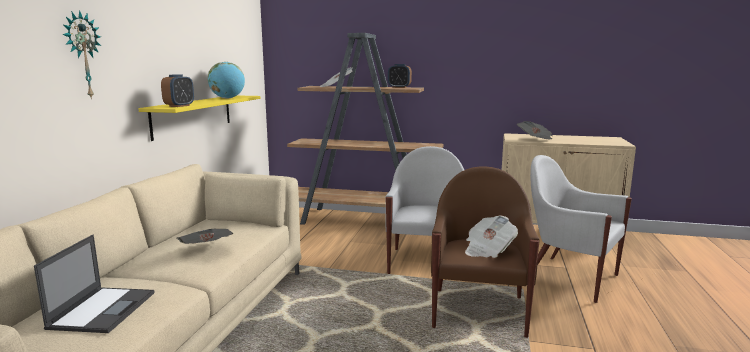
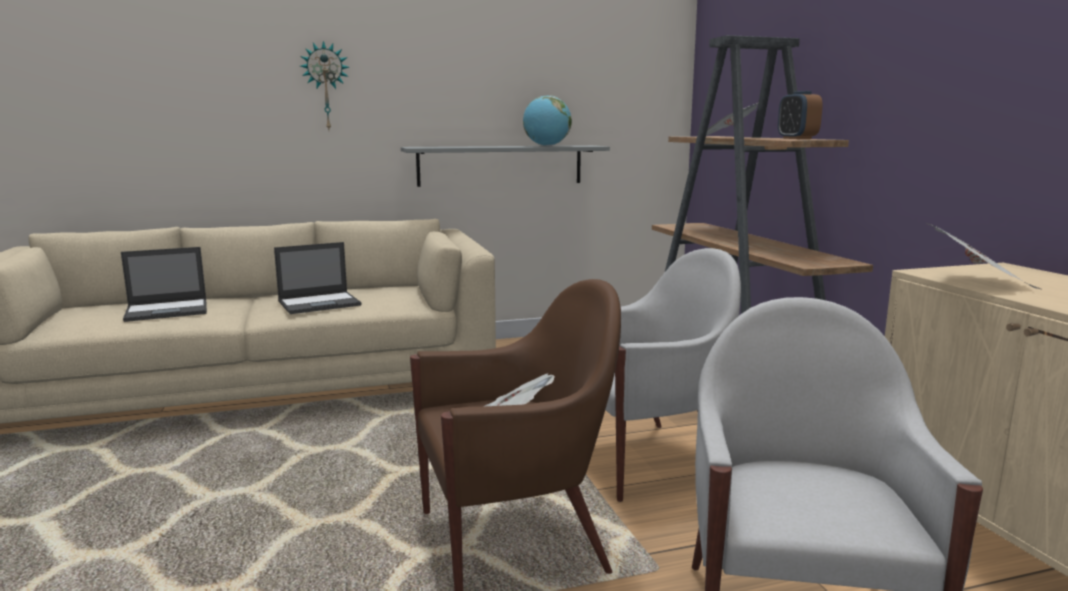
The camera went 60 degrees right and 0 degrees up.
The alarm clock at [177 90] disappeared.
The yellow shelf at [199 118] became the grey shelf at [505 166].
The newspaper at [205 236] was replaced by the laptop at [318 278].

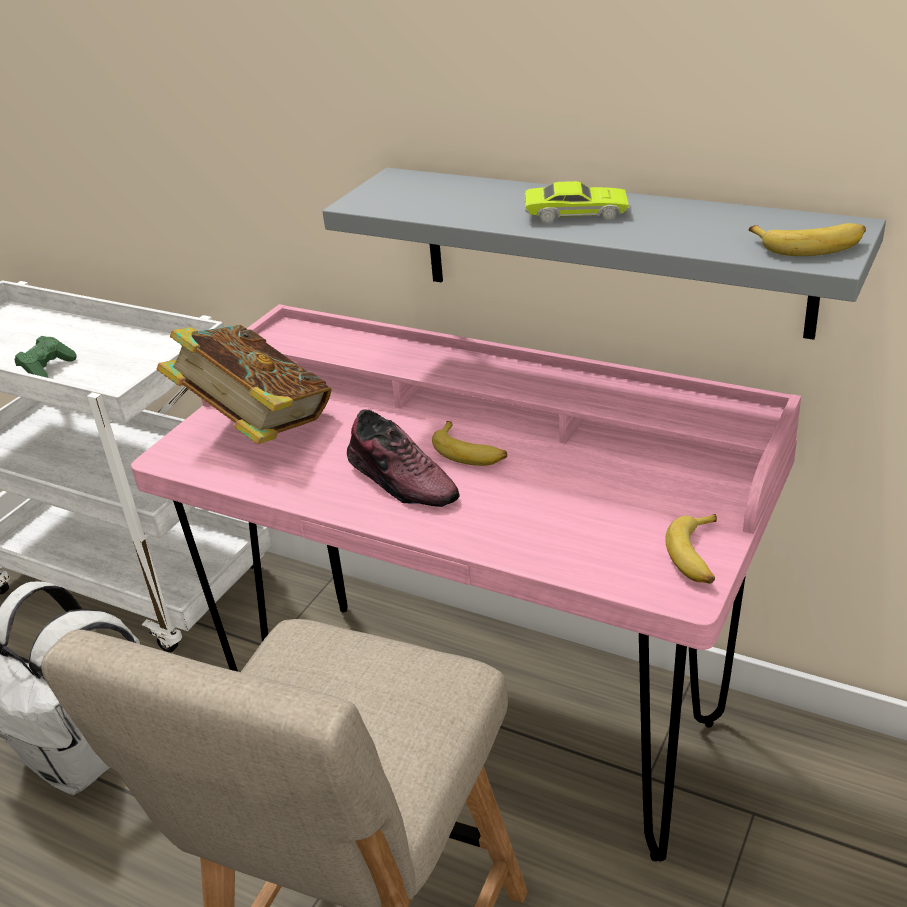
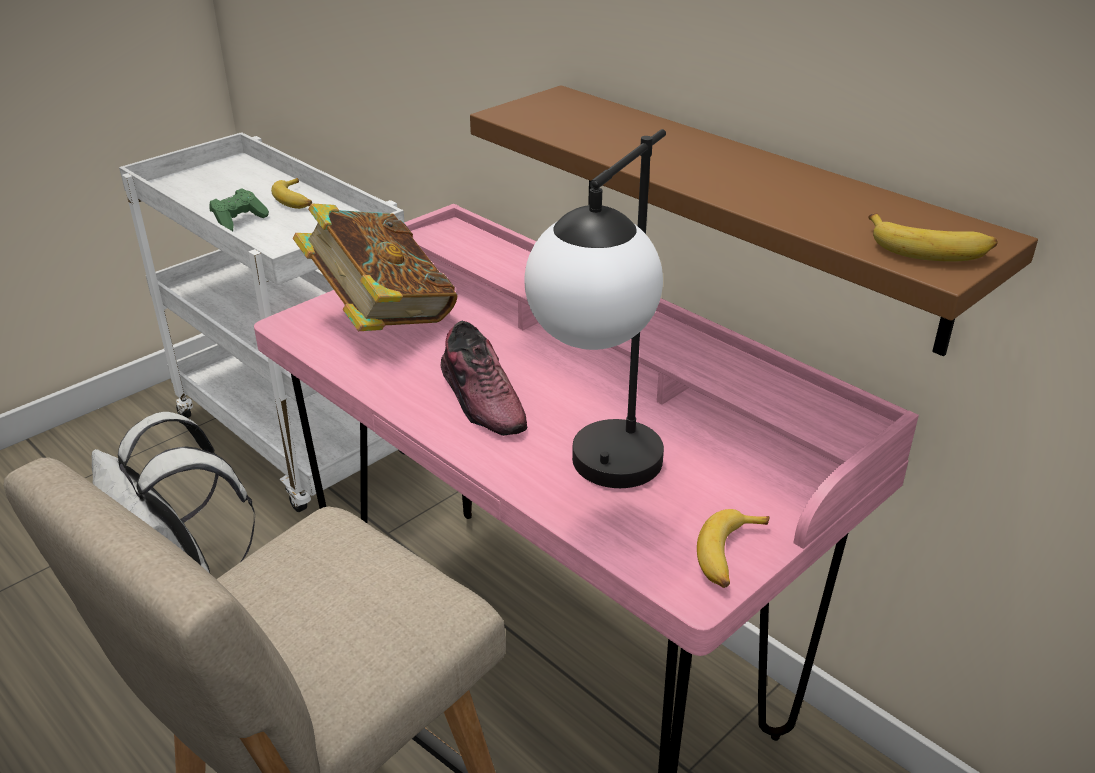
The camera went 15 degrees right and 0 degrees up.
The grey shelf at [604 254] became the brown shelf at [754 220].
The green toy car at [577 202] disappeared.
The banana moved from [469 443] to [291 193].
The table lamp at [595 308] appeared.

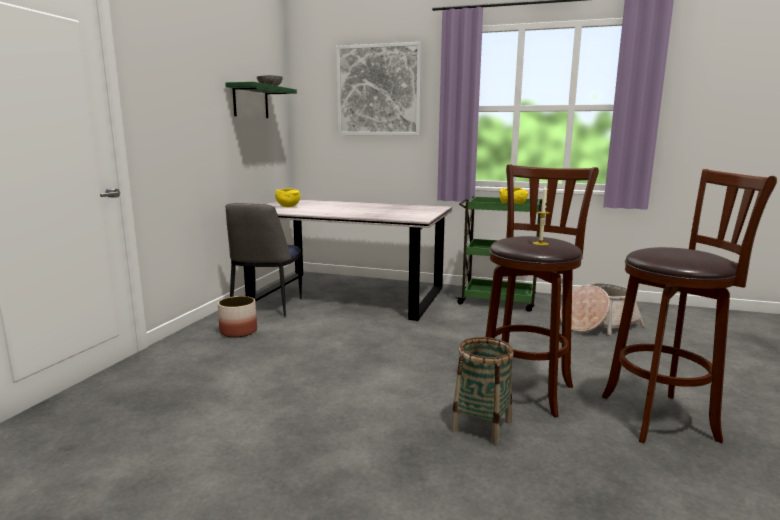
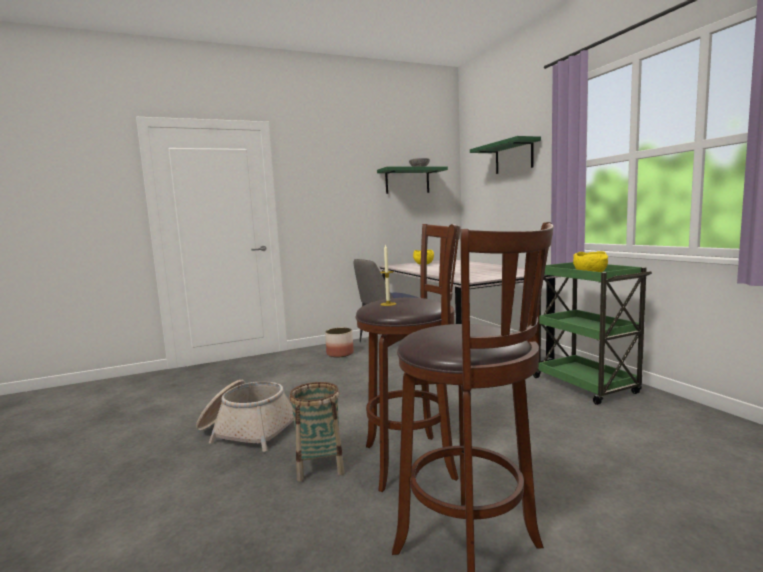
The camera went 50 degrees right and 5 degrees down.
The picture at [379 89] was replaced by the green shelf at [505 155].
The basket moved from [602 309] to [245 416].

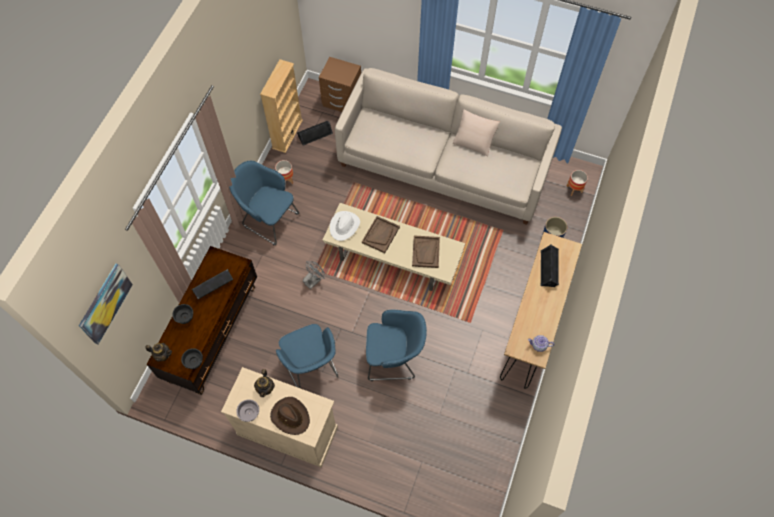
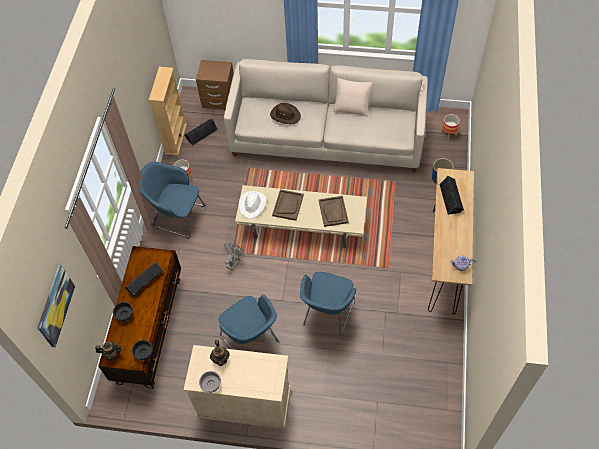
The camera went 10 degrees left and 5 degrees down.
The blue armchair at [396 345] turned 120 degrees clockwise.
The brown hat moved from [290 416] to [285 113].

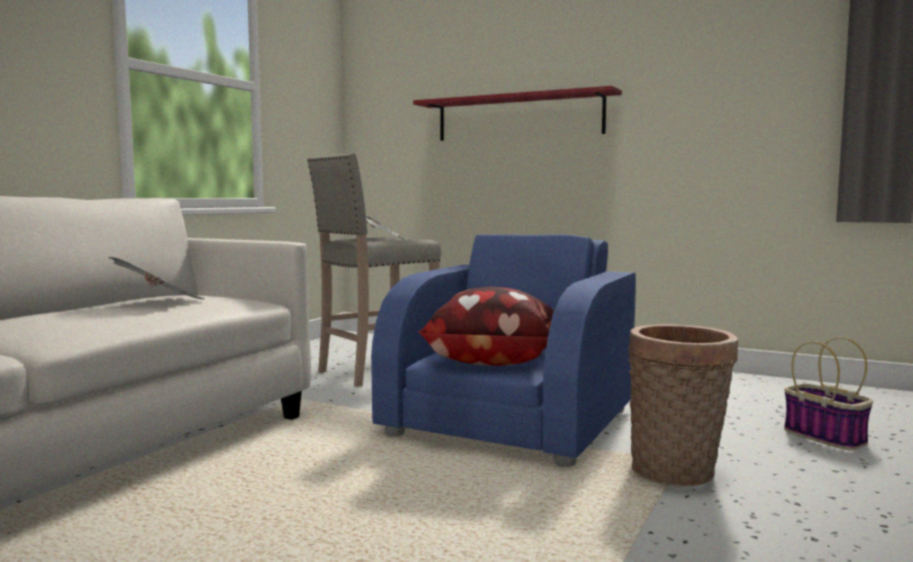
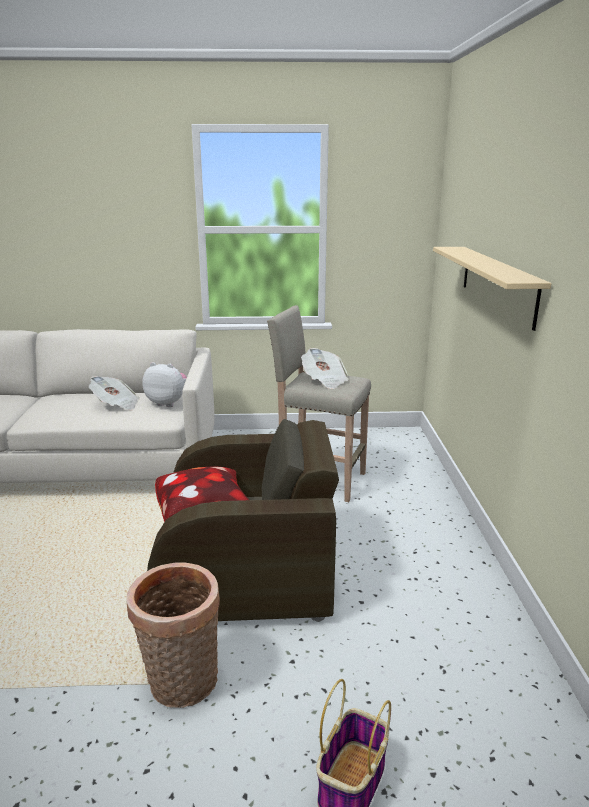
The camera went 60 degrees right and 15 degrees up.
The red shelf at [517 113] became the beige shelf at [492 289].
The blue armchair at [503 350] became the brown armchair at [243 520].
The plush toy at [164 384] appeared.

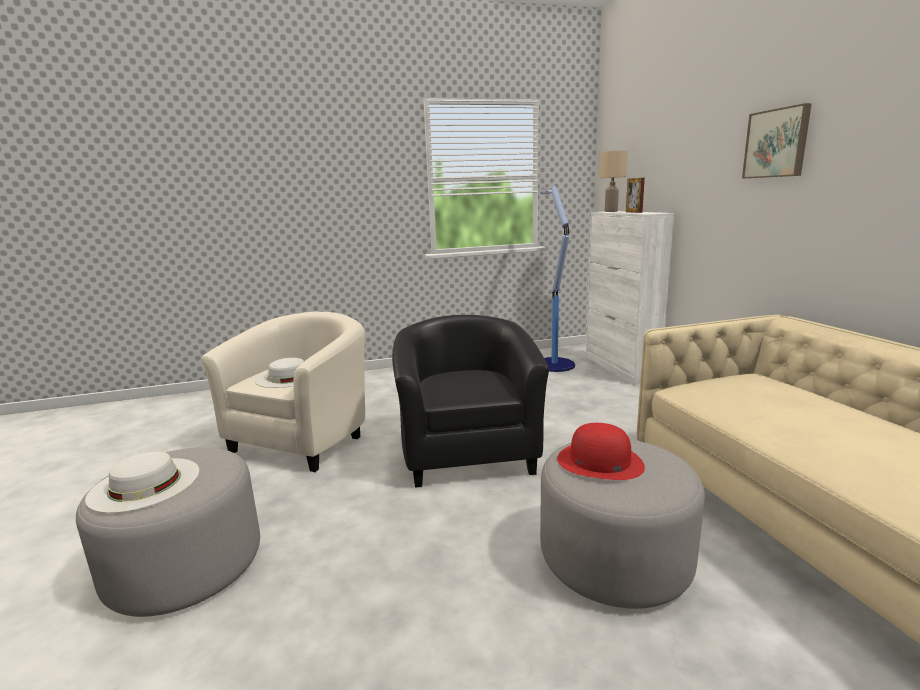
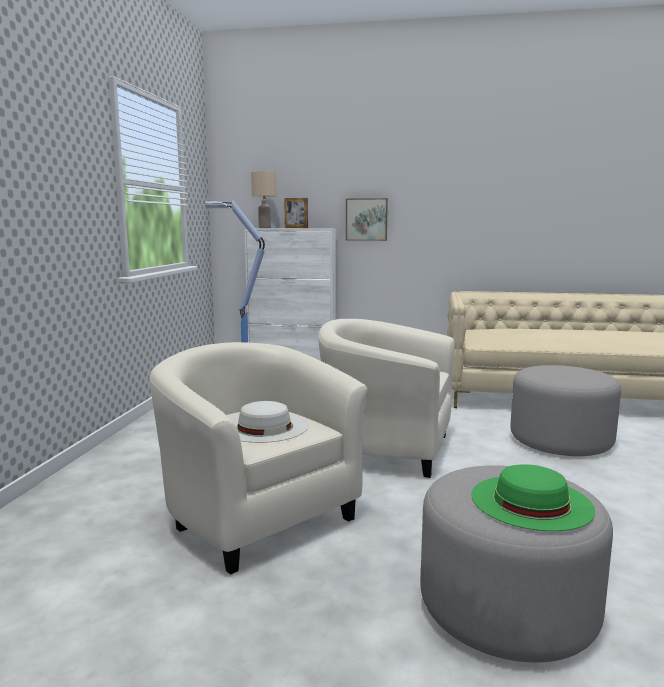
The camera went 65 degrees left and 5 degrees down.
The picture moved from [777 141] to [367 219].
The black armchair at [470 401] became the beige armchair at [386 398].
The red hat at [601 451] disappeared.
The white hat at [142 482] became the green hat at [533 497].

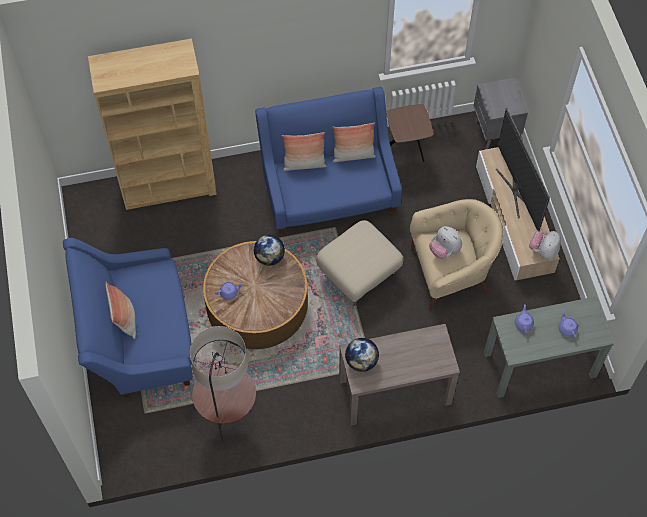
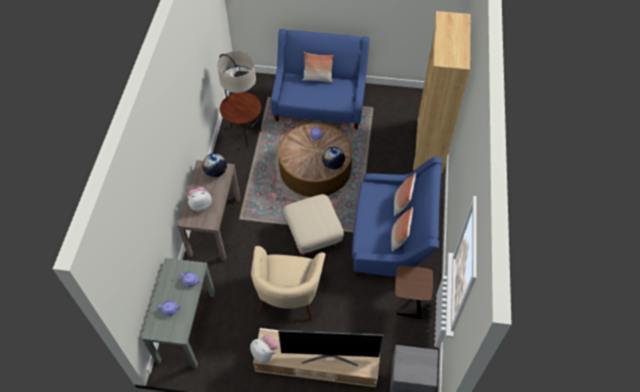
The camera went 110 degrees right and 5 degrees down.
The plush toy moved from [445 242] to [200 199].

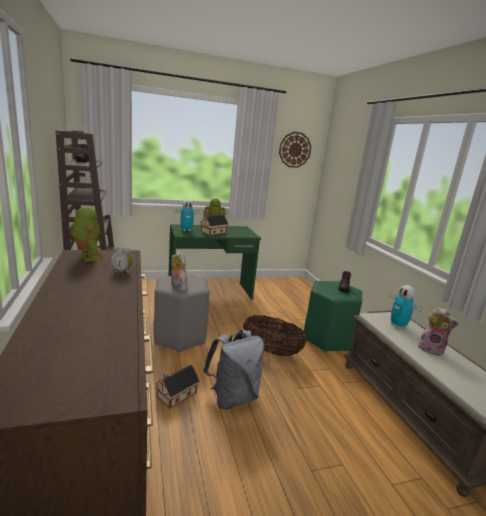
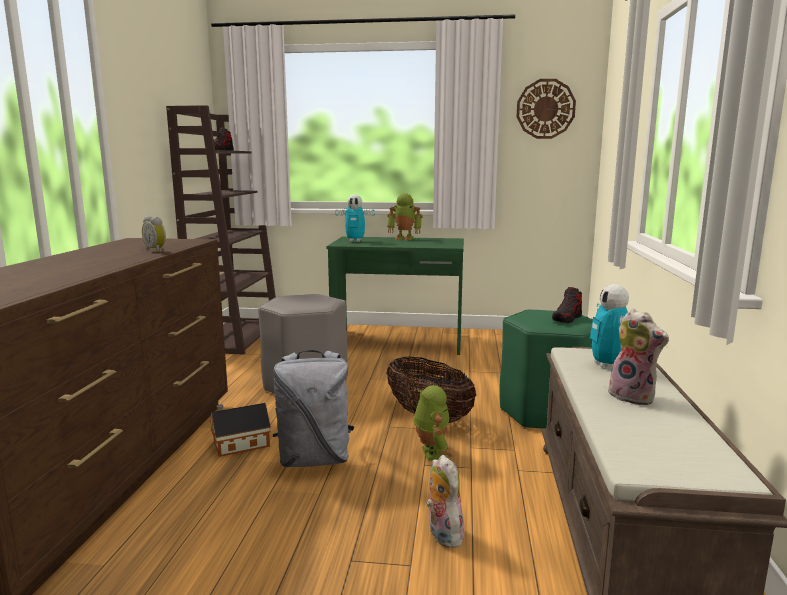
The camera went 25 degrees right and 5 degrees down.
The toy robot moved from [88 234] to [433 423].
The toy house at [214 225] disappeared.
The plush toy moved from [179 271] to [445 501].

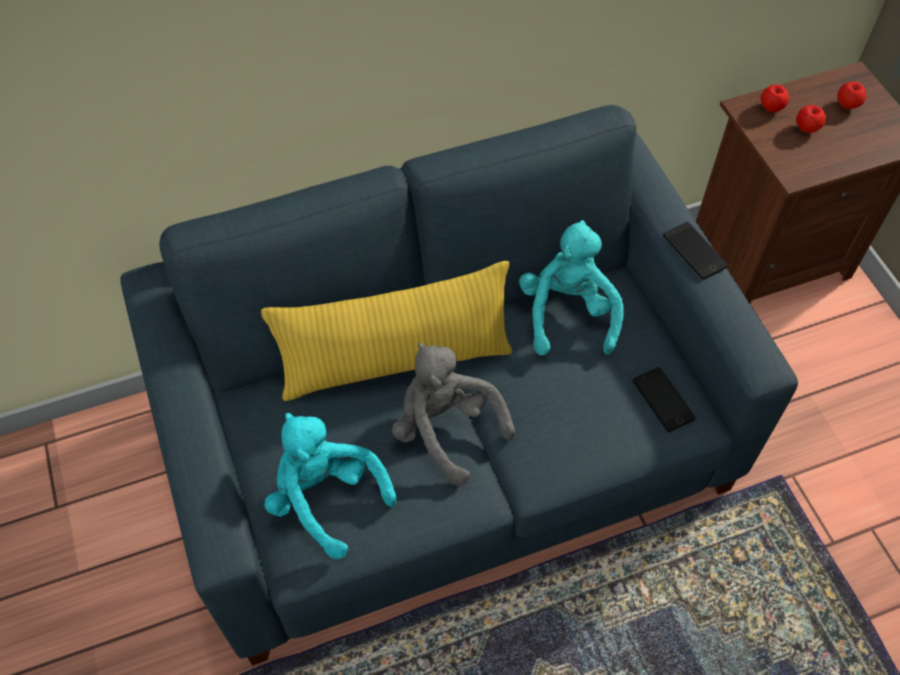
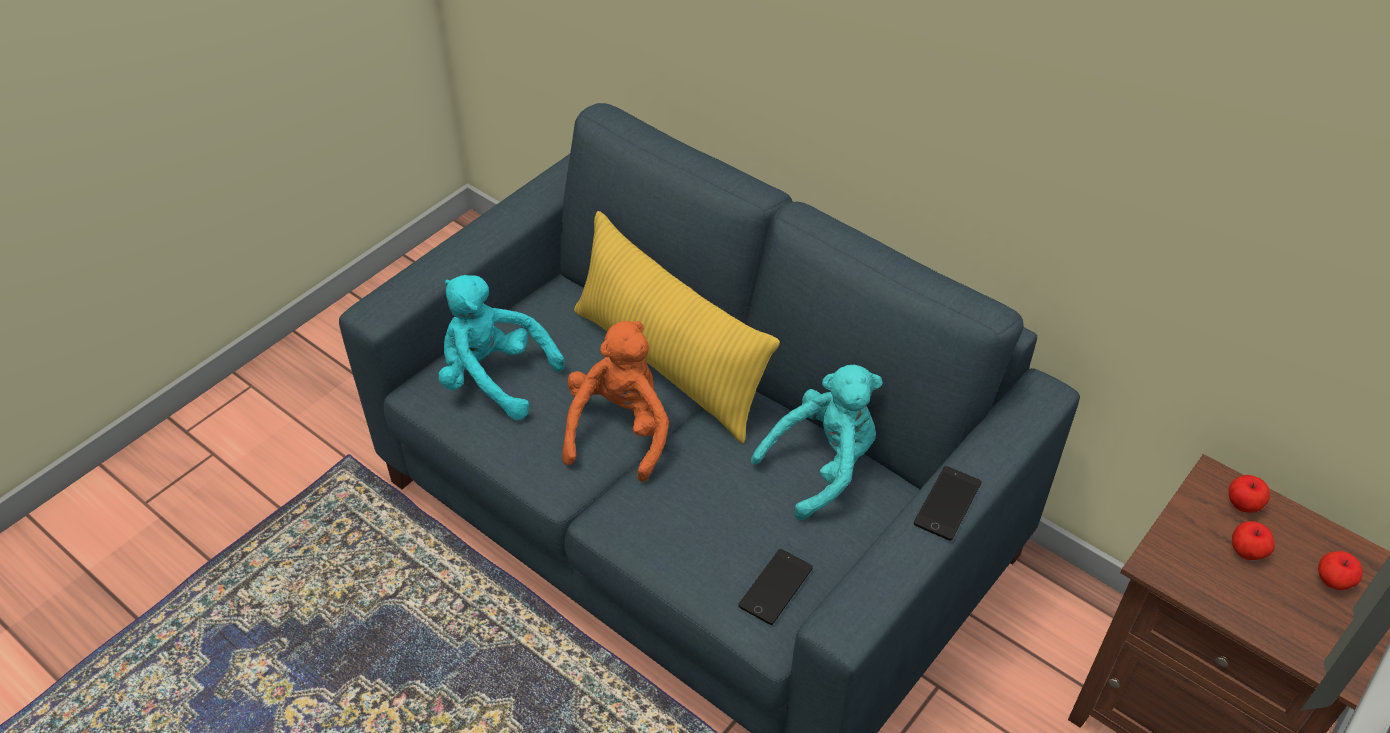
The camera went 60 degrees right and 10 degrees down.
The grey plush toy at [453 414] became the orange plush toy at [615 401].
The turquoise plush toy at [330 486] turned 75 degrees counterclockwise.

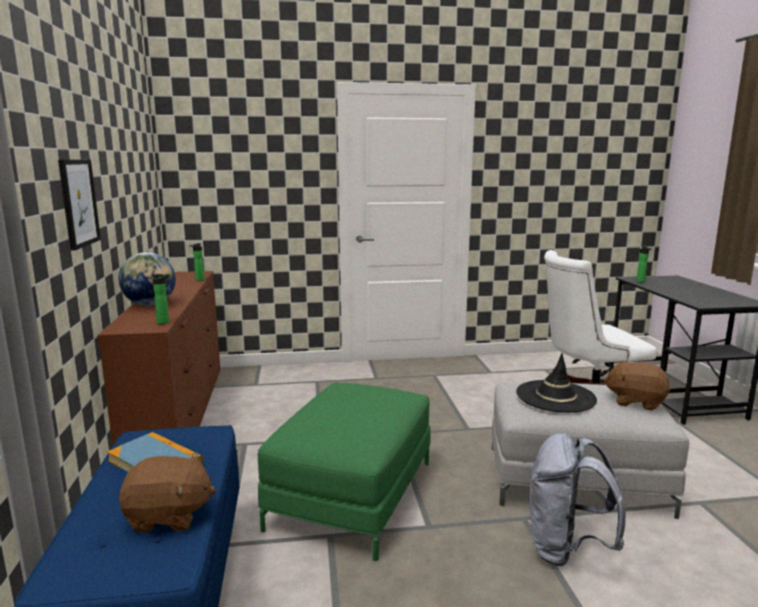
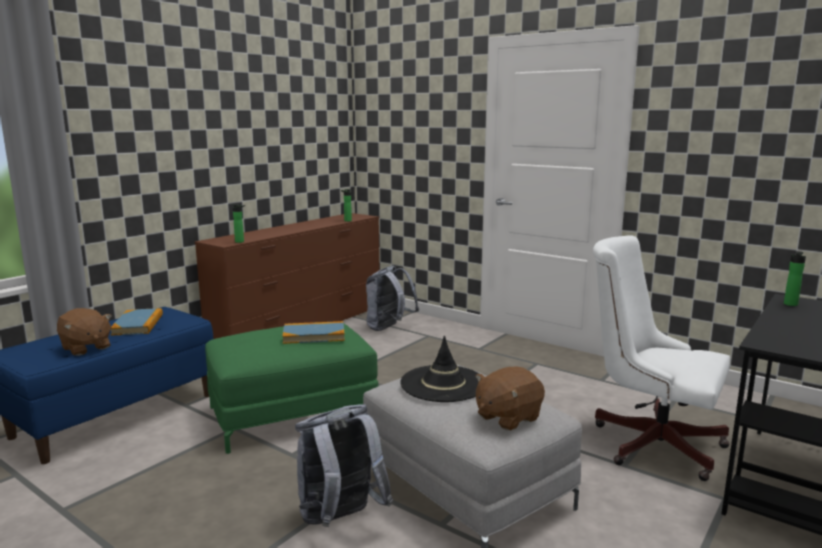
The camera went 45 degrees right and 0 degrees up.
The picture at [79 205] disappeared.
The globe at [147 279] disappeared.
The brown plush toy at [636 385] turned 105 degrees counterclockwise.
The grey backpack at [392 298] appeared.
The book at [313 332] appeared.

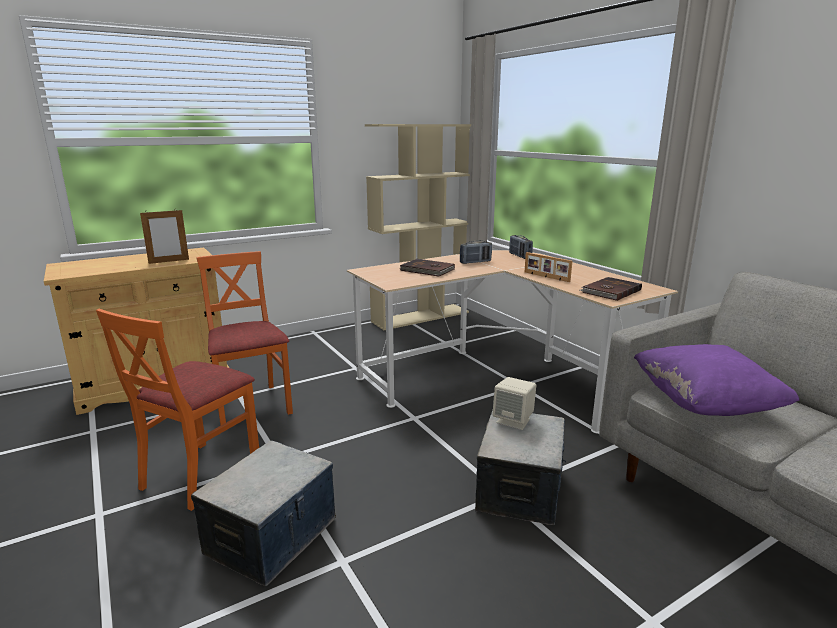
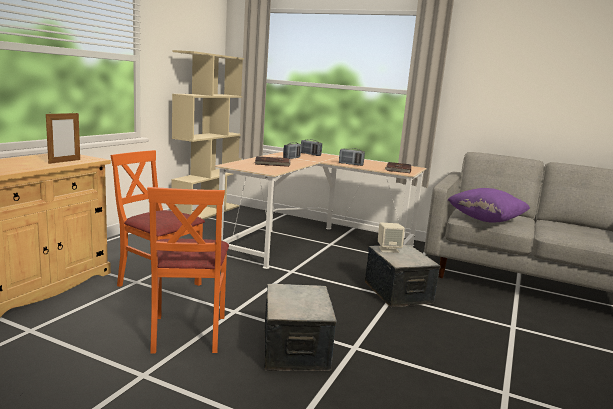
The camera went 35 degrees left and 5 degrees down.
The picture frame at [548 267] was replaced by the radio at [352 157].

